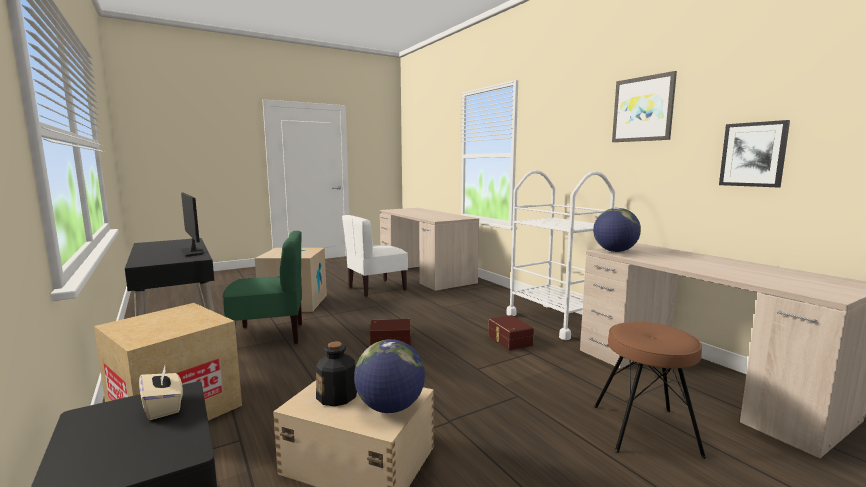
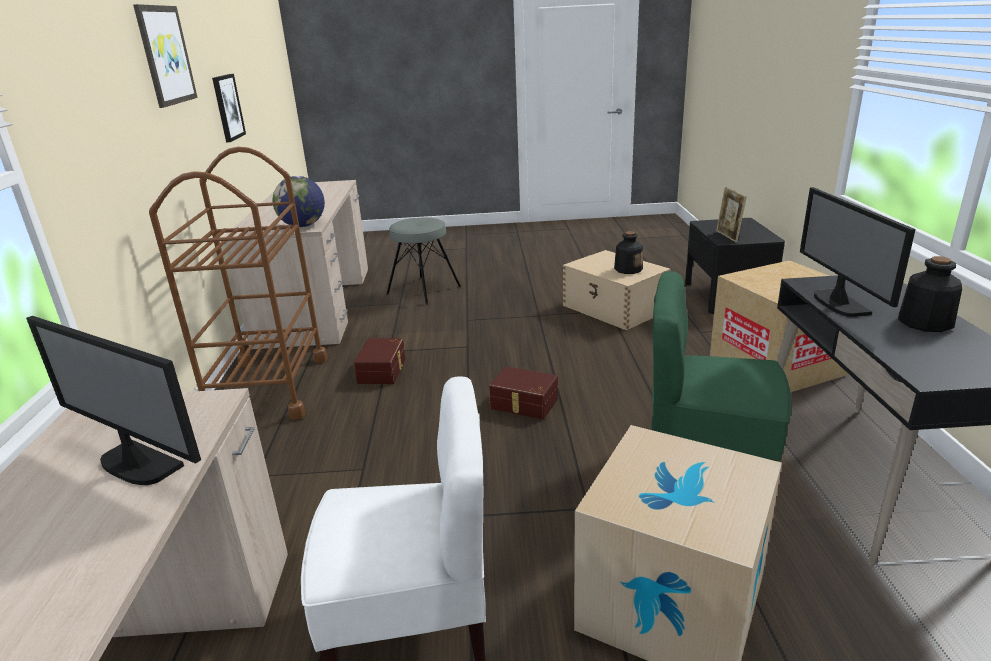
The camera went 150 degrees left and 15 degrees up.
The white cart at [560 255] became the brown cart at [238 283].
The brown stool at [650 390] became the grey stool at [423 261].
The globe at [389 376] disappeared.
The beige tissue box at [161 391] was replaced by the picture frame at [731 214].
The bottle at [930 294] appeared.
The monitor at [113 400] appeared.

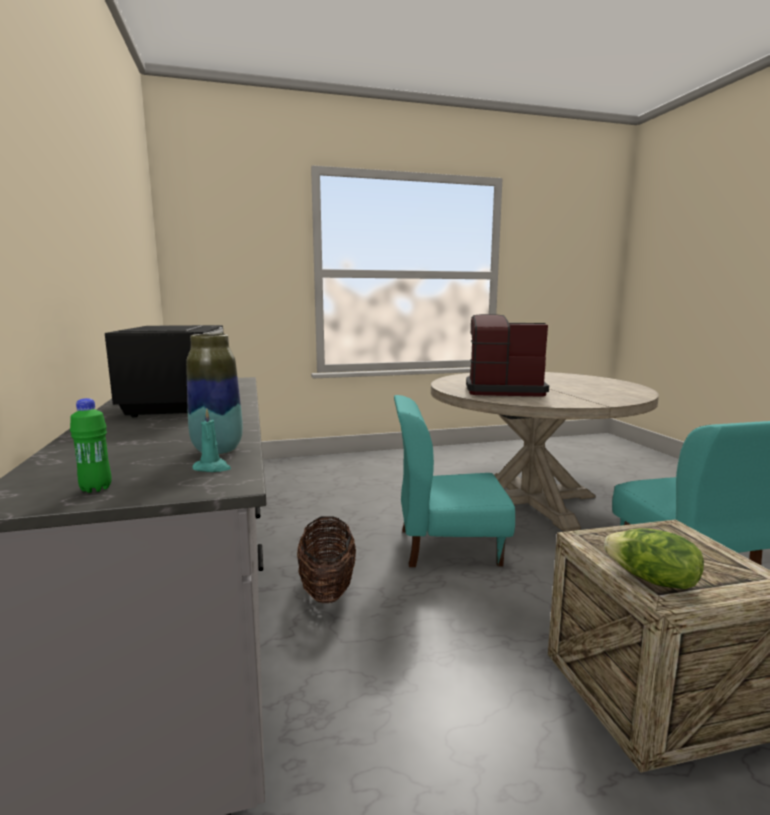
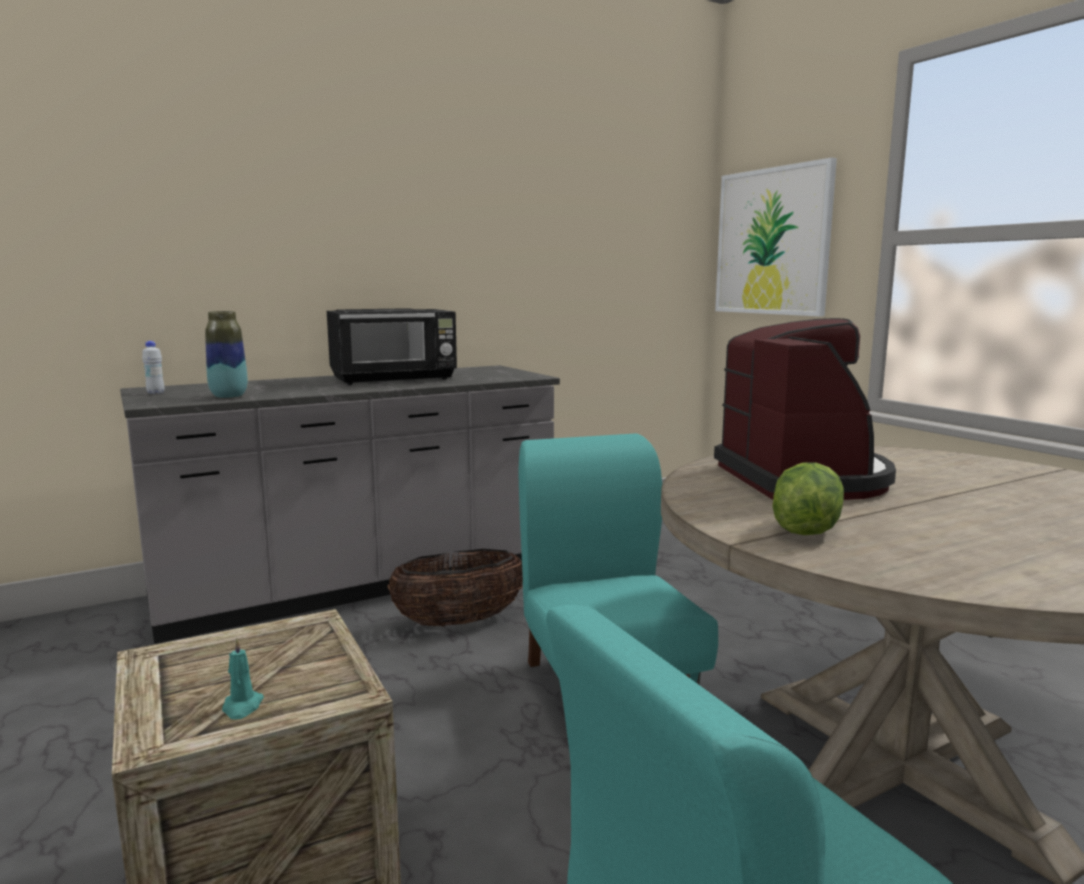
The camera went 75 degrees right and 0 degrees up.
The green bottle at [91 445] became the white bottle at [153 367].
The turquoise candle moved from [212 440] to [243 678].
The lettuce moved from [654 558] to [808 498].
The picture at [776 236] appeared.

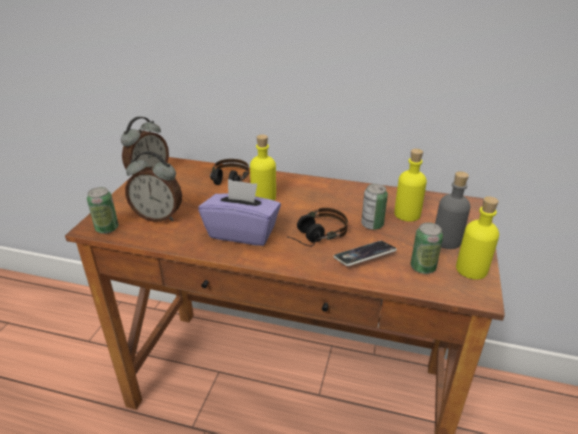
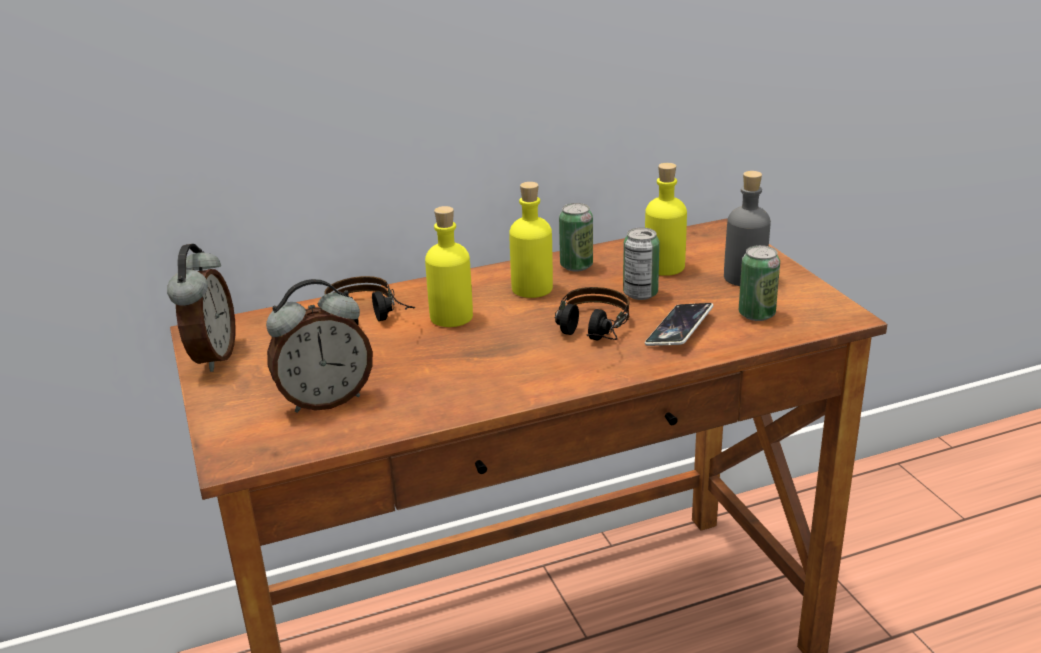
The camera went 35 degrees left and 5 degrees down.
The purple tissue box at [240 212] disappeared.
The can moved from [103 210] to [576 237].
The yellow bottle moved from [477 238] to [531 240].

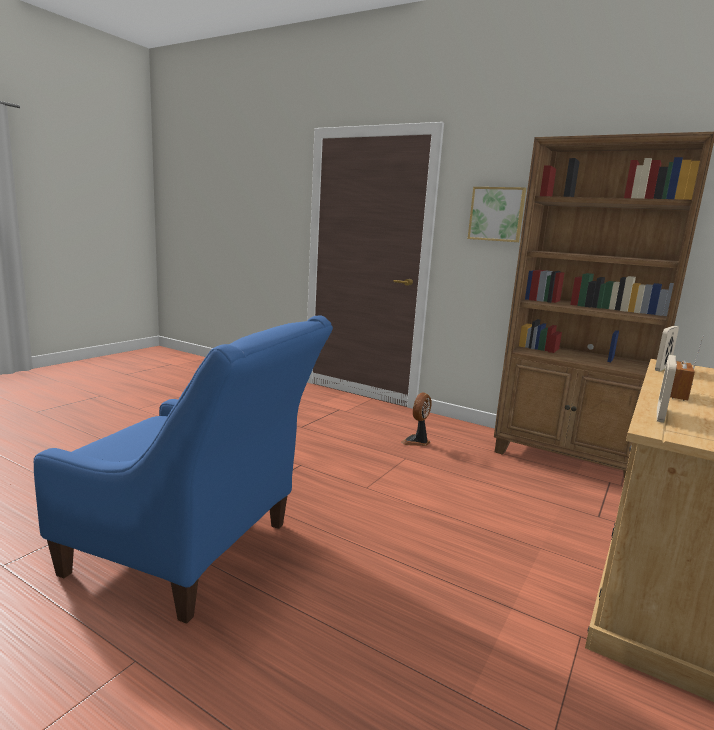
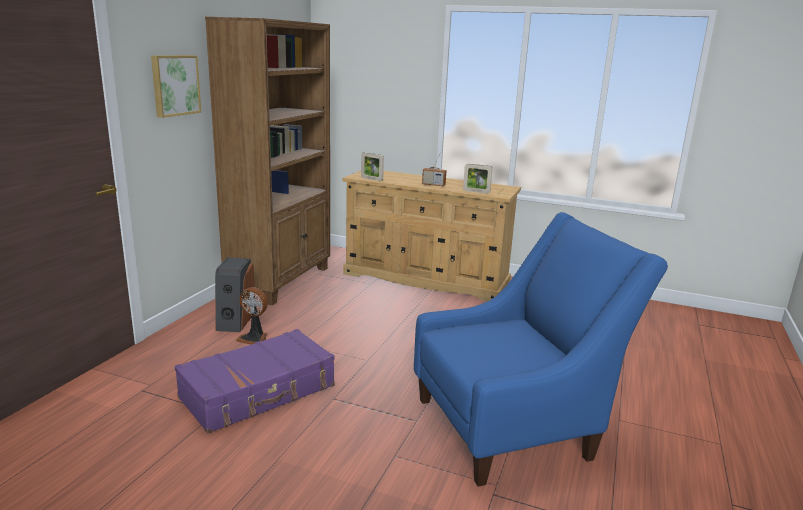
The camera went 100 degrees left and 5 degrees up.
The blue armchair at [183 469] turned 60 degrees clockwise.
The speaker at [235 294] appeared.
The purple suitcase at [255 381] appeared.

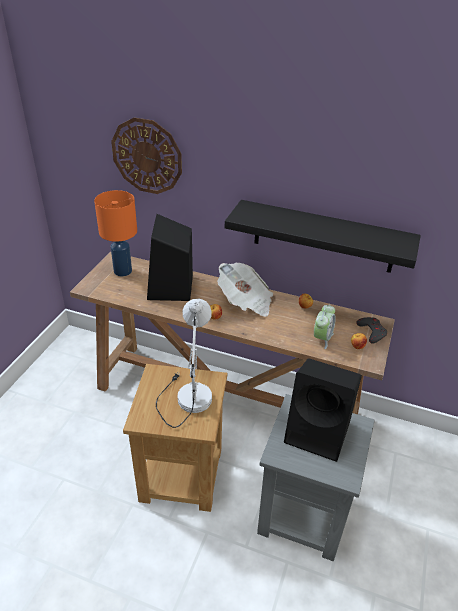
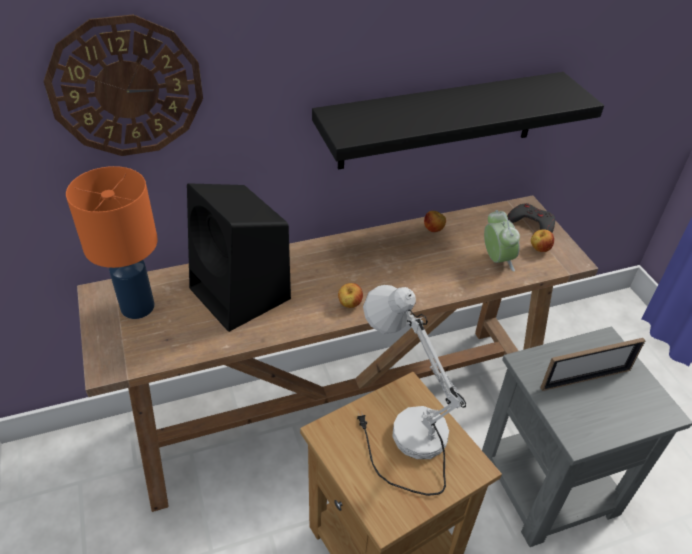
The camera went 40 degrees left and 5 degrees up.
The newspaper at [245 290] disappeared.
The black speaker at [323 410] was replaced by the picture frame at [593 364].

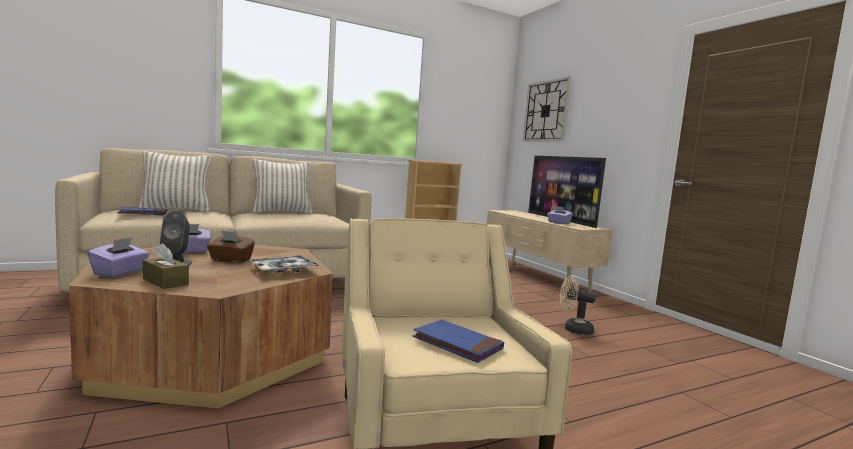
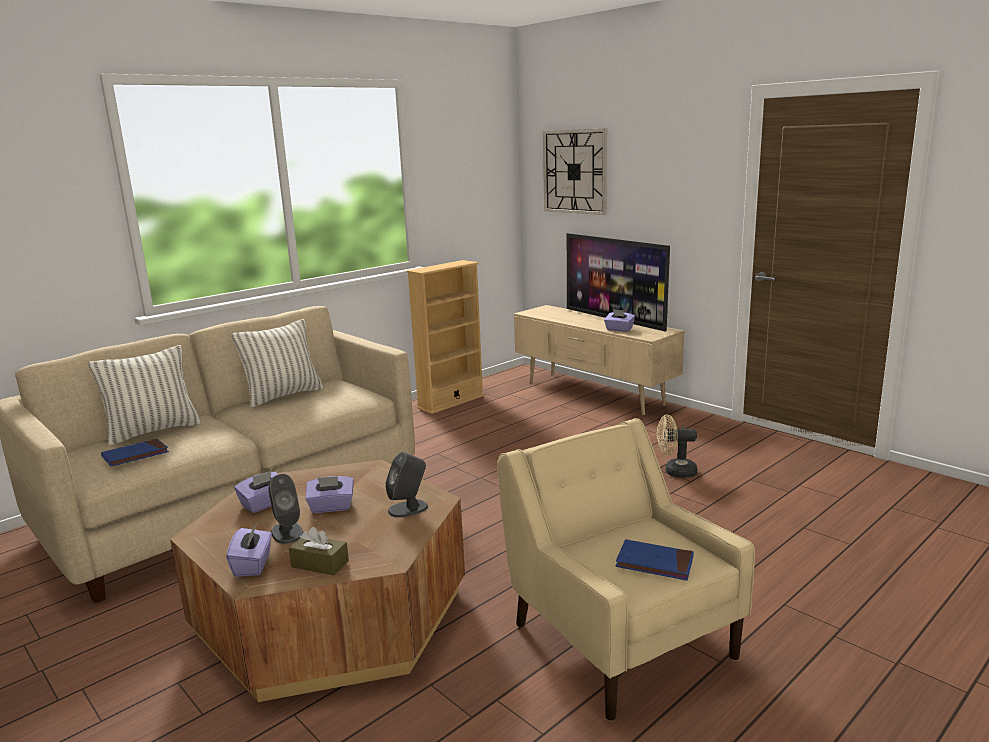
The camera went 15 degrees left and 10 degrees up.
The brown tissue box at [231 246] became the purple tissue box at [329 494].
The tray at [285 264] was replaced by the grey speaker at [407 485].

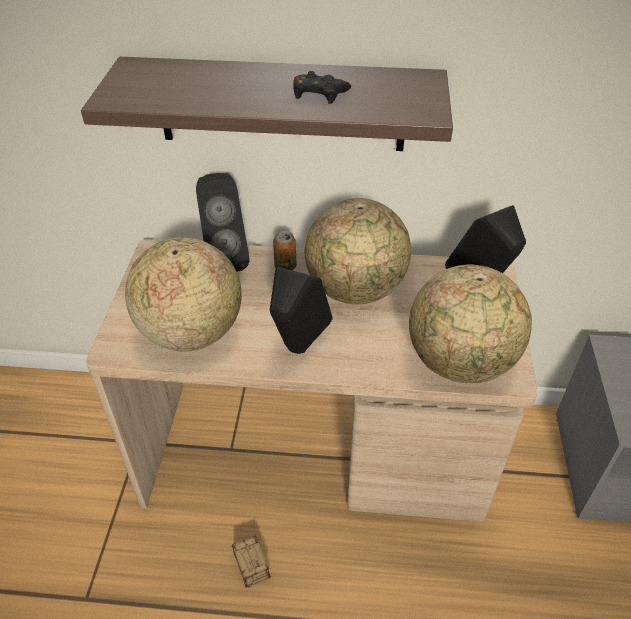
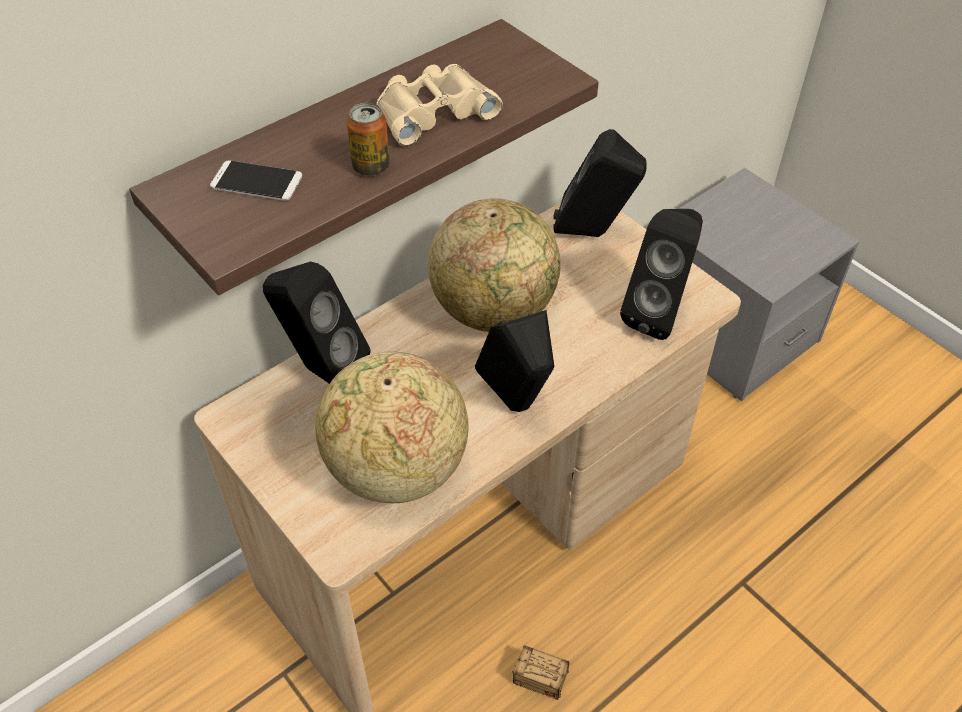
The camera went 45 degrees left and 5 degrees up.
The black game controller at [322 87] was replaced by the beige binoculars at [439 105].
The can moved from [285 250] to [368 139].
The globe at [470 323] was replaced by the black speaker at [661 274].
The phone at [256 181] appeared.

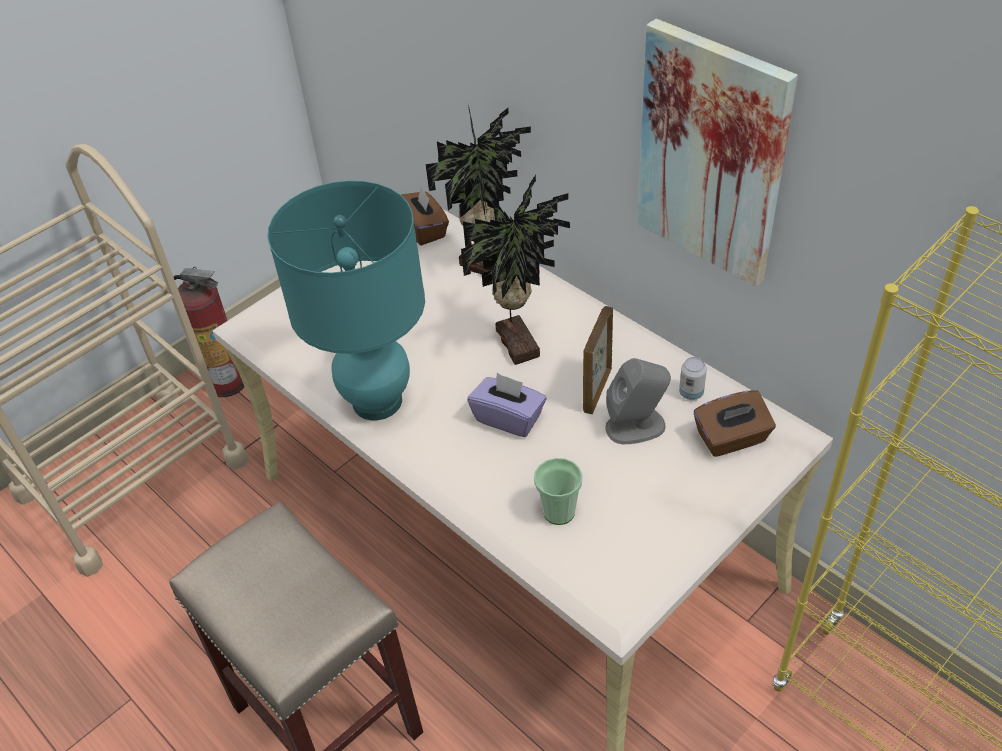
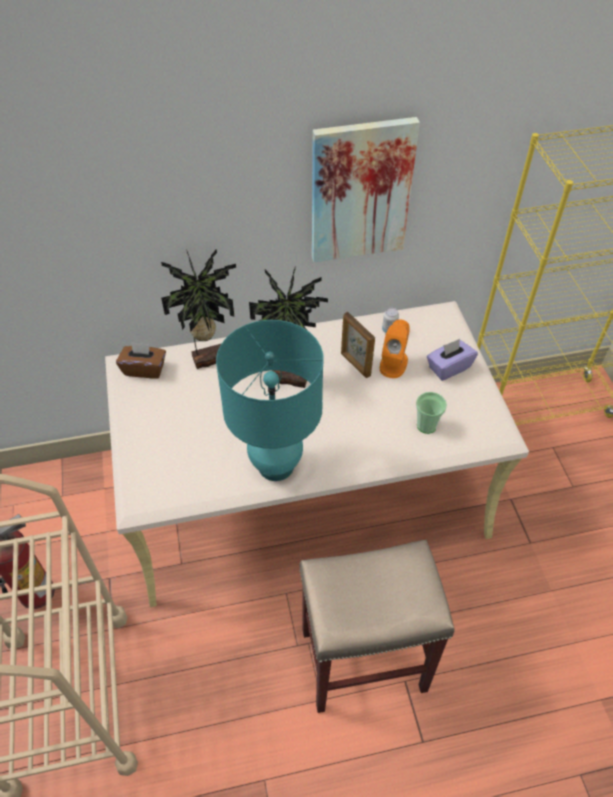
The camera went 60 degrees left and 5 degrees up.
The grey speaker at [638 401] became the orange speaker at [395 349].
The purple tissue box moved from [507 405] to [452 360].
The brown tissue box at [735 423] disappeared.

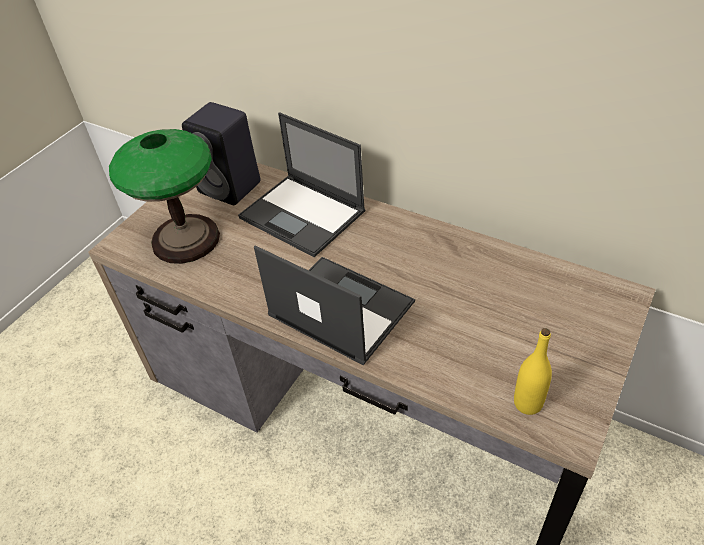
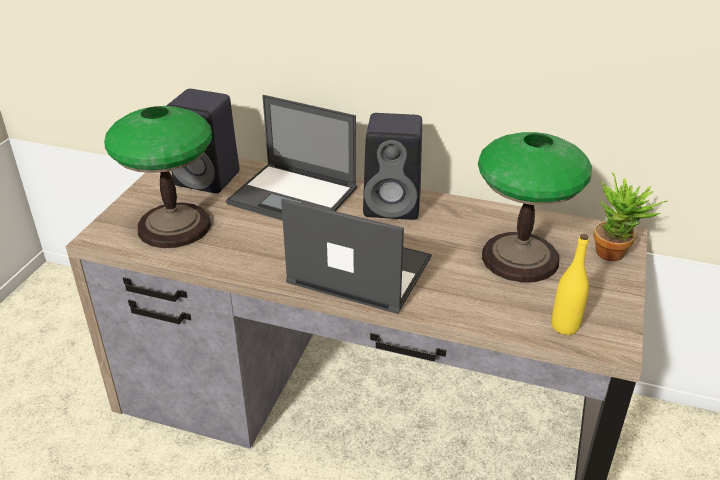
The camera went 15 degrees left and 10 degrees down.
The black speaker at [392 166] appeared.
The table lamp at [535 207] appeared.
The potted plant at [631 216] appeared.

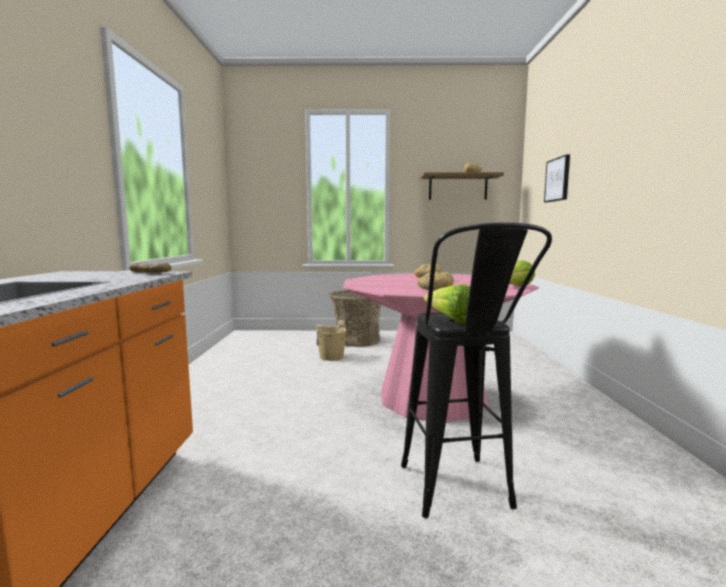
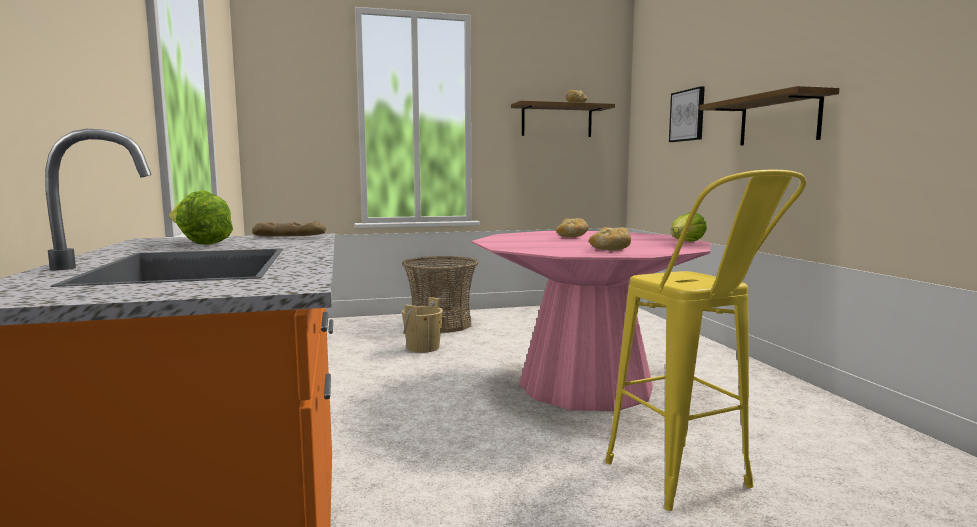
The camera went 15 degrees left and 0 degrees up.
The black stool at [476 370] became the yellow stool at [706 340].
The lettuce moved from [447 304] to [201 217].
The shelf at [769 116] appeared.

